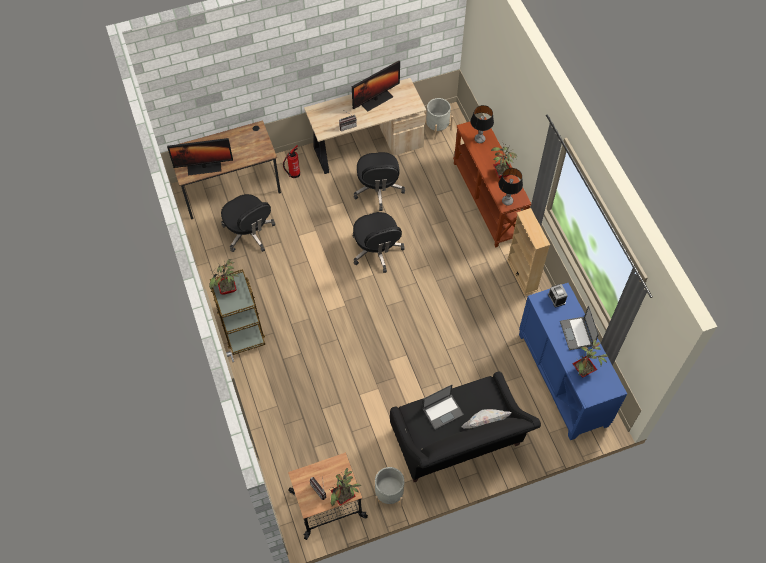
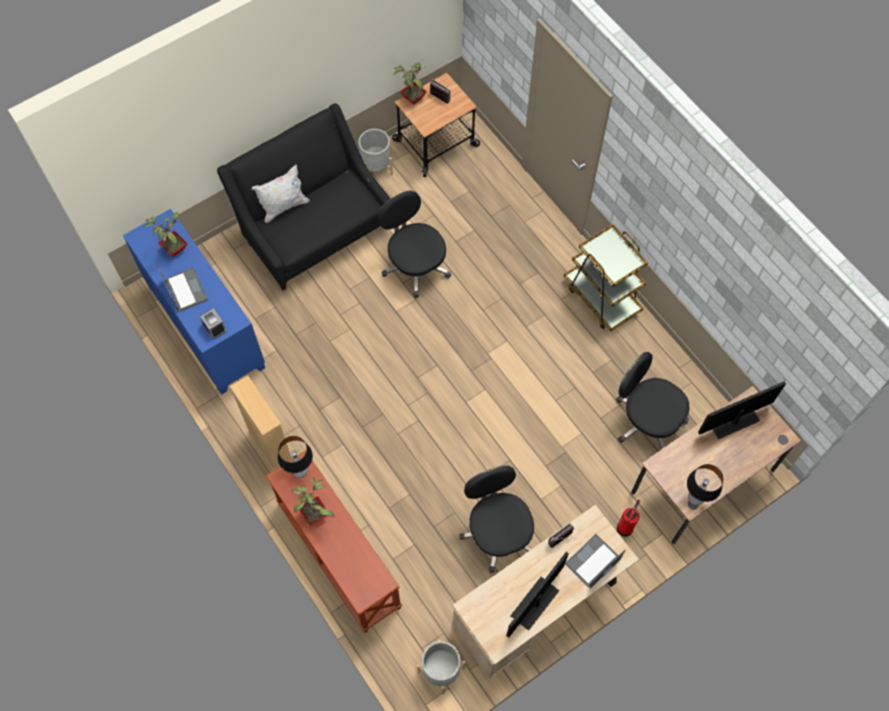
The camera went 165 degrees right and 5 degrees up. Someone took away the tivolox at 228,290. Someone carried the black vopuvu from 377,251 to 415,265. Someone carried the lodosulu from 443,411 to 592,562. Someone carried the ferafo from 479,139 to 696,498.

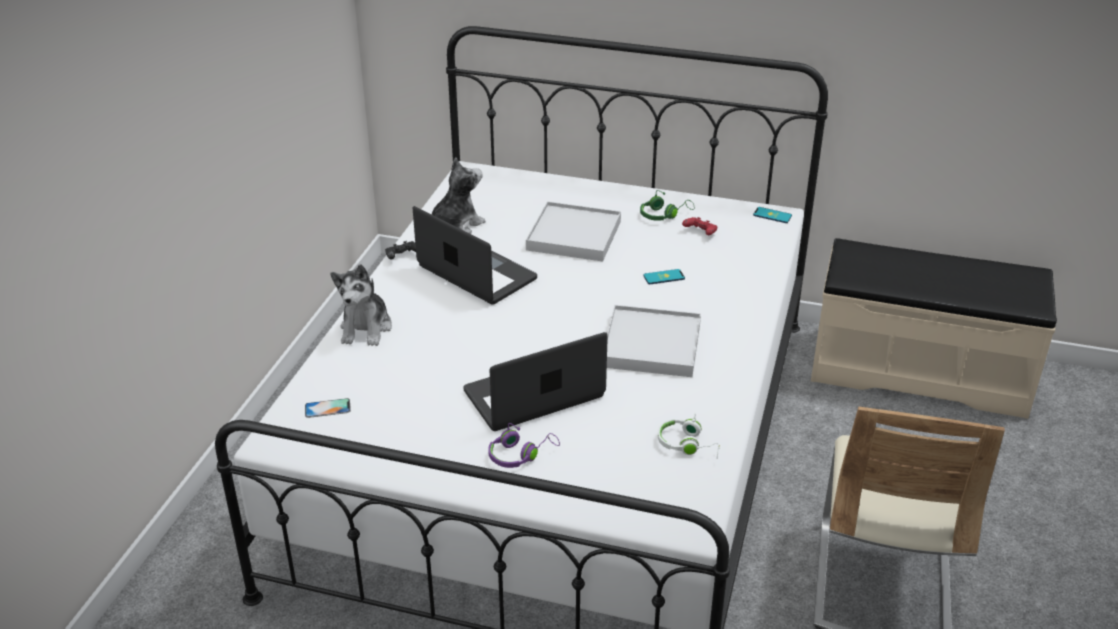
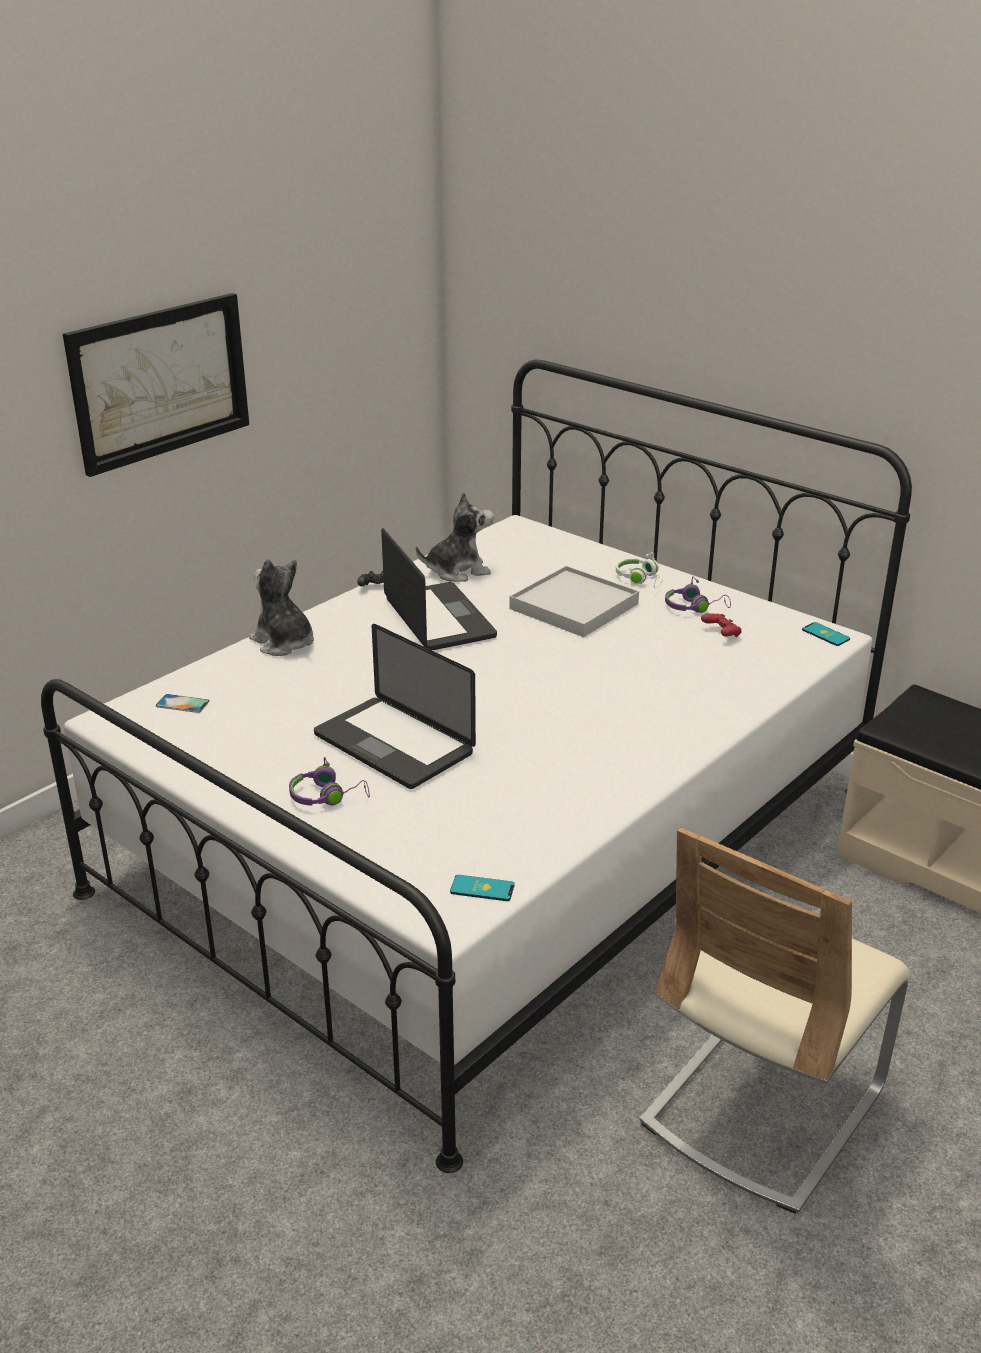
The camera went 25 degrees right and 5 degrees down. Someone rotated the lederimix at 366,328 by 105 degrees clockwise. Someone rotated the lodosulu at 534,394 by 135 degrees counterclockwise. Someone took away the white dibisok at 651,345. Someone repainted the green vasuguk at 663,214, which became the purple vasuguk at 694,607. Someone carried the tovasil from 664,277 to 482,889. Someone carried the white vasuguk from 688,445 to 641,579. Someone put up the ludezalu at 160,381.

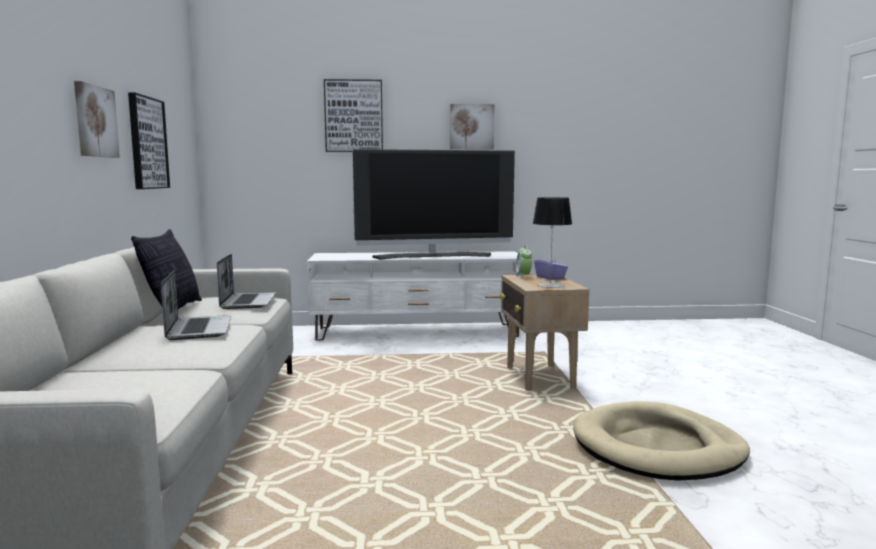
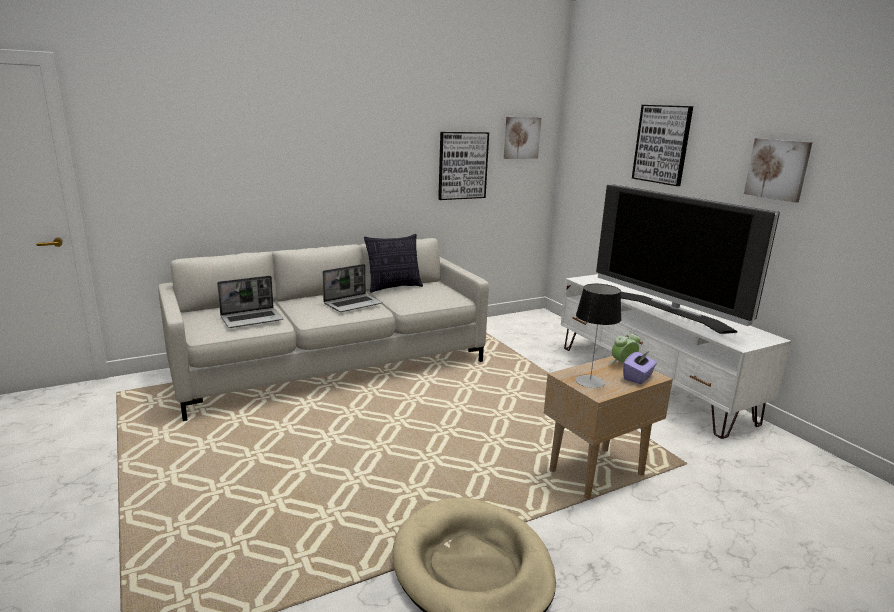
The camera went 65 degrees right and 10 degrees up. Someone carried the ludezalu from 95,121 to 521,137. Someone carried the lodosulu from 248,302 to 252,319.

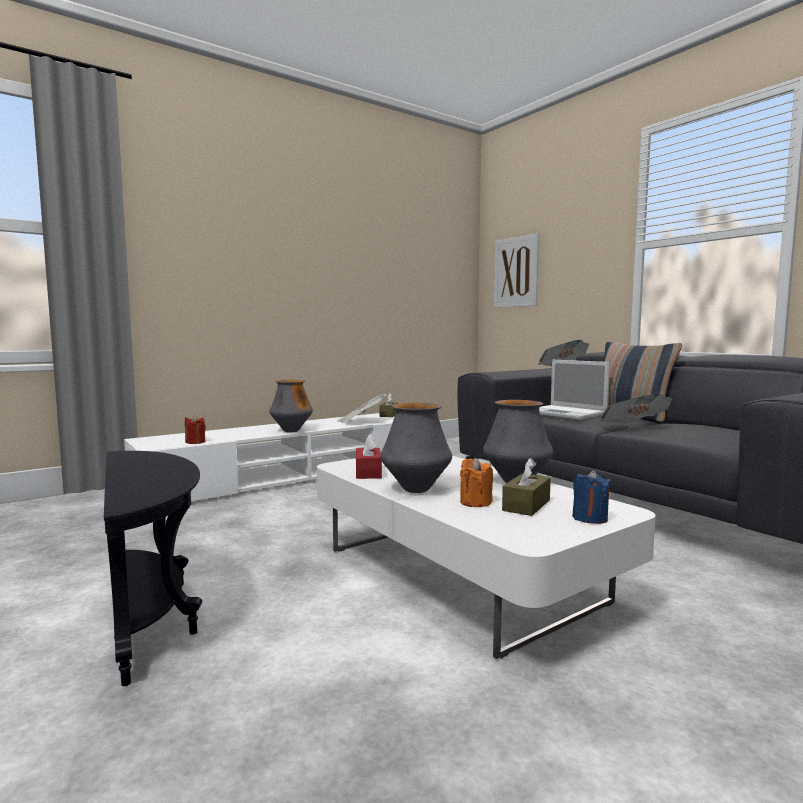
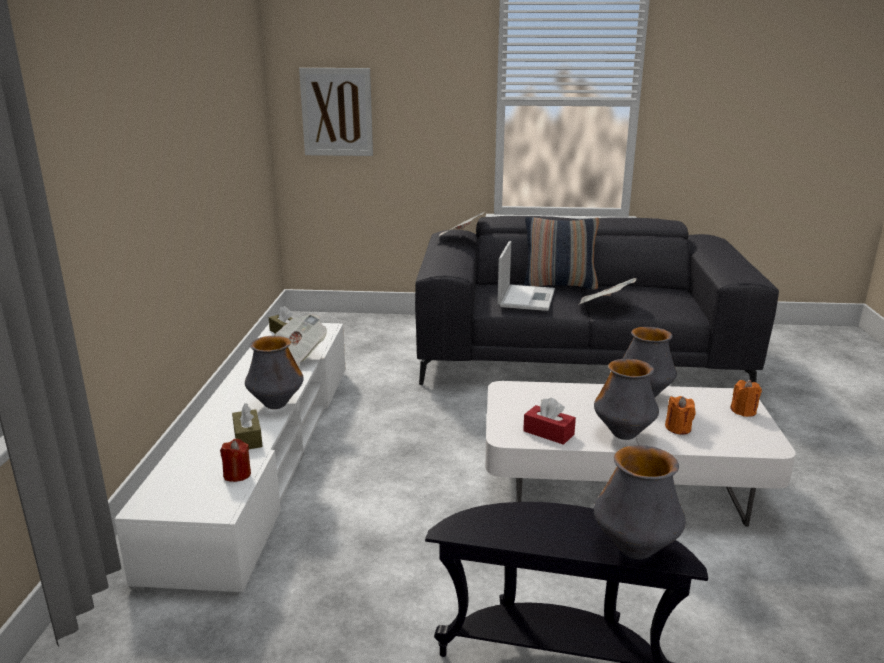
The camera went 50 degrees left and 15 degrees up. Someone carried the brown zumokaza from 526,505 to 248,438. Someone rotated the lodosulu at 566,413 by 75 degrees counterclockwise. Someone repainted the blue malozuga at 589,518, which became the orange malozuga at 743,411. Someone put down the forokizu at 634,550.

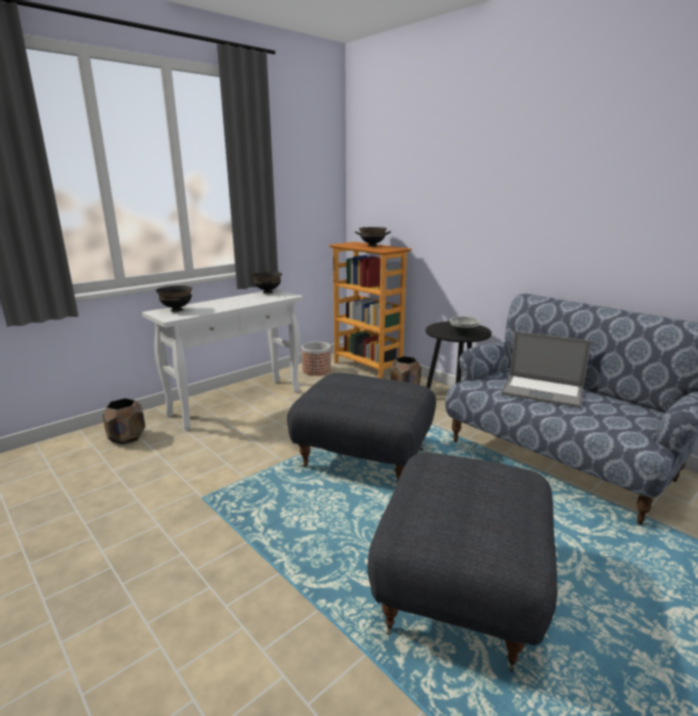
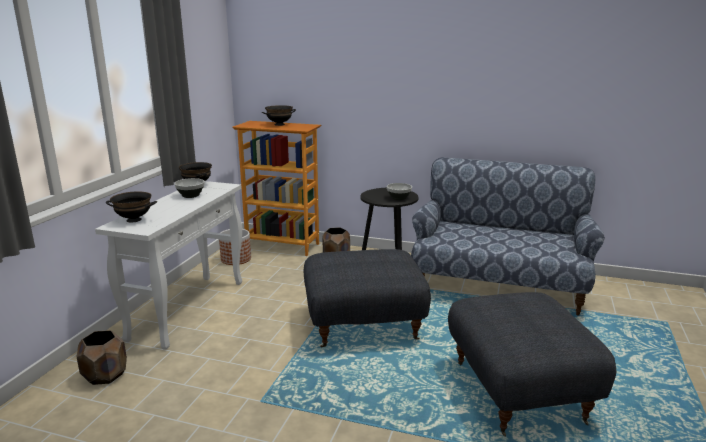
The camera went 30 degrees left and 0 degrees up. Someone took away the lodosulu at 542,391. Someone put down the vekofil at 191,195.

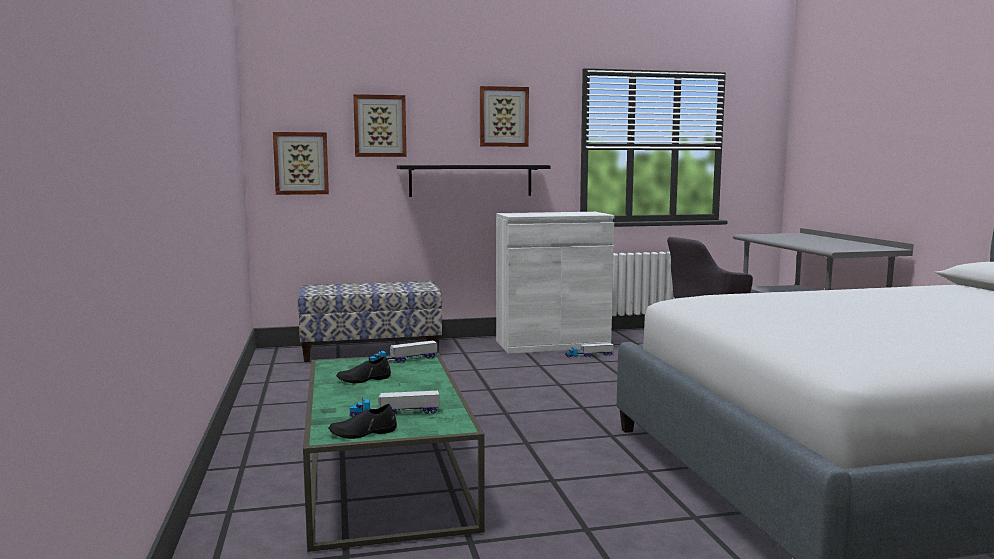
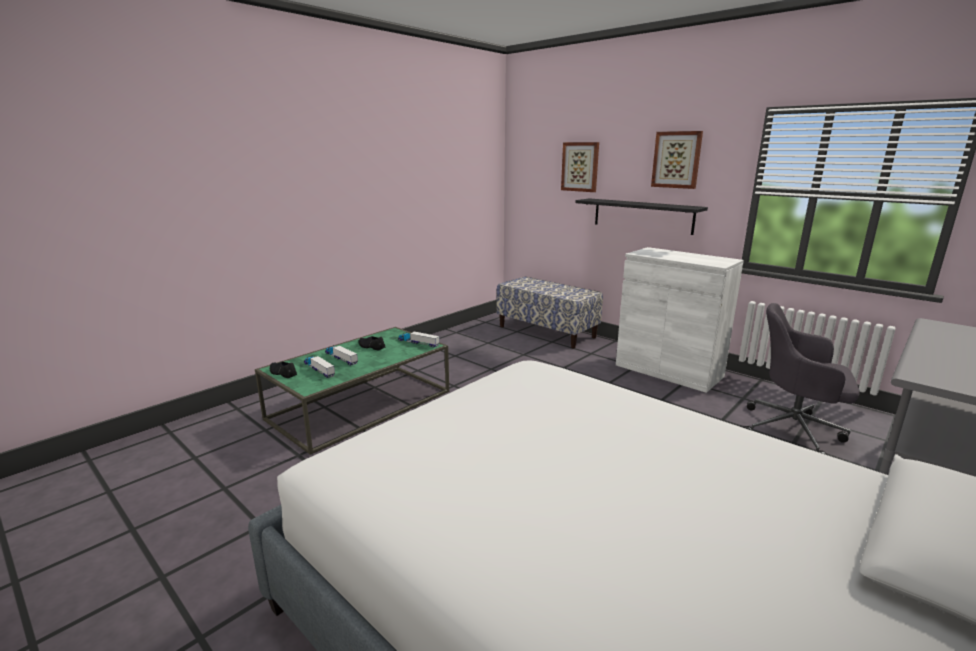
The camera went 55 degrees right and 10 degrees up. Someone took away the ludezalu at 301,163. Someone carried the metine from 589,355 to 341,358.

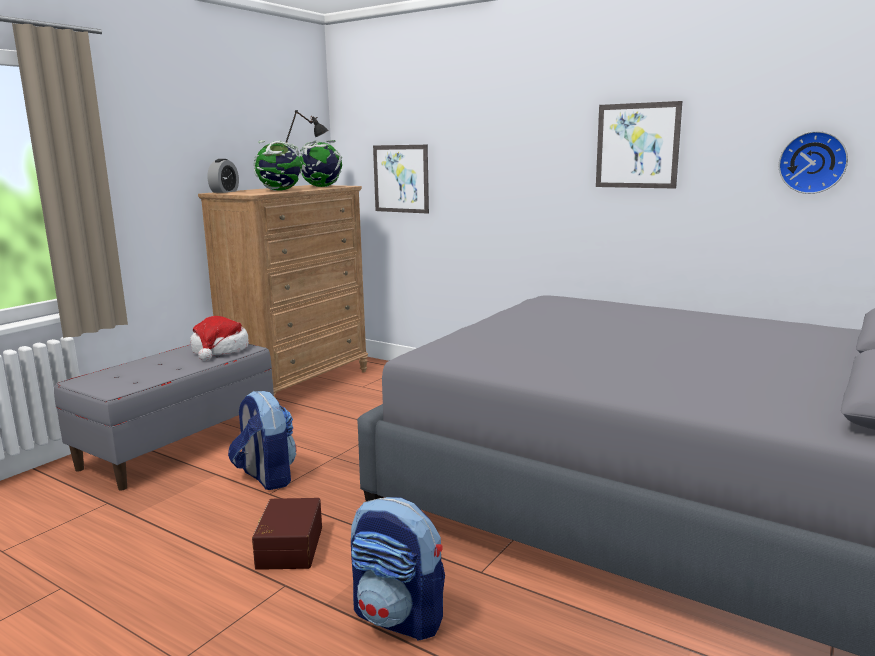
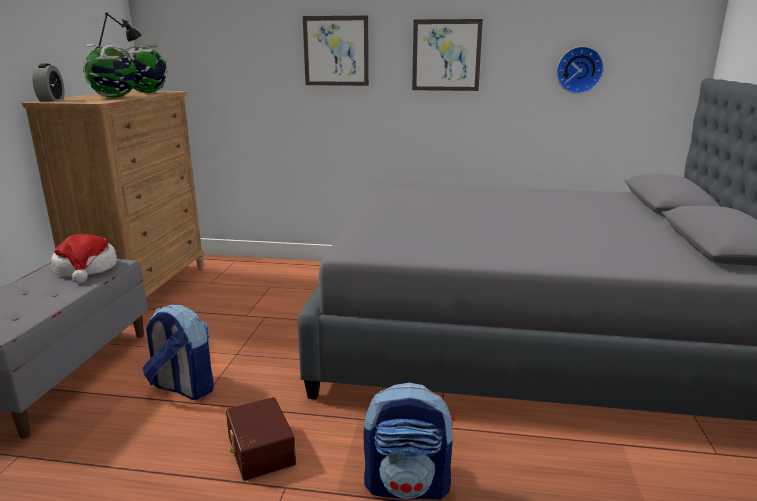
The camera went 25 degrees left and 5 degrees up. Someone carried the ludezalu from 401,179 to 336,51.

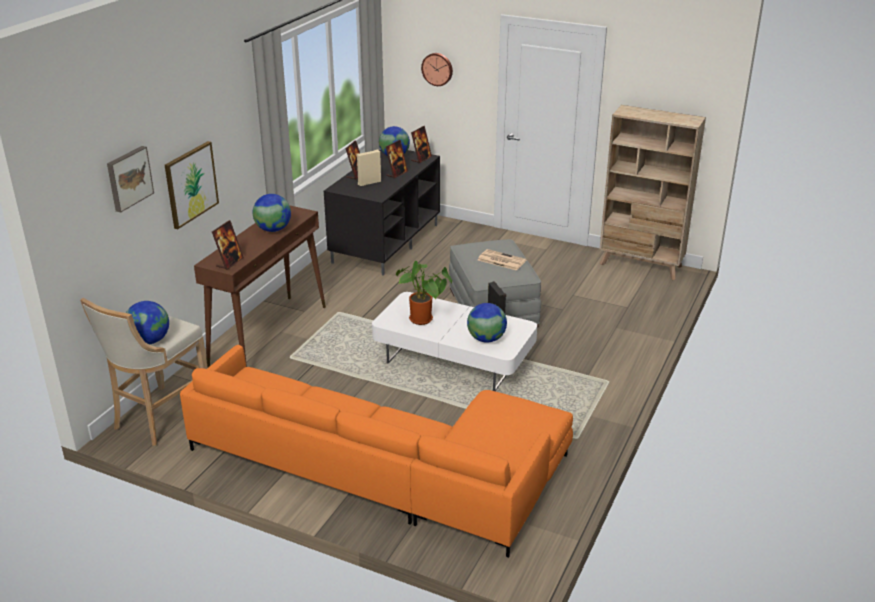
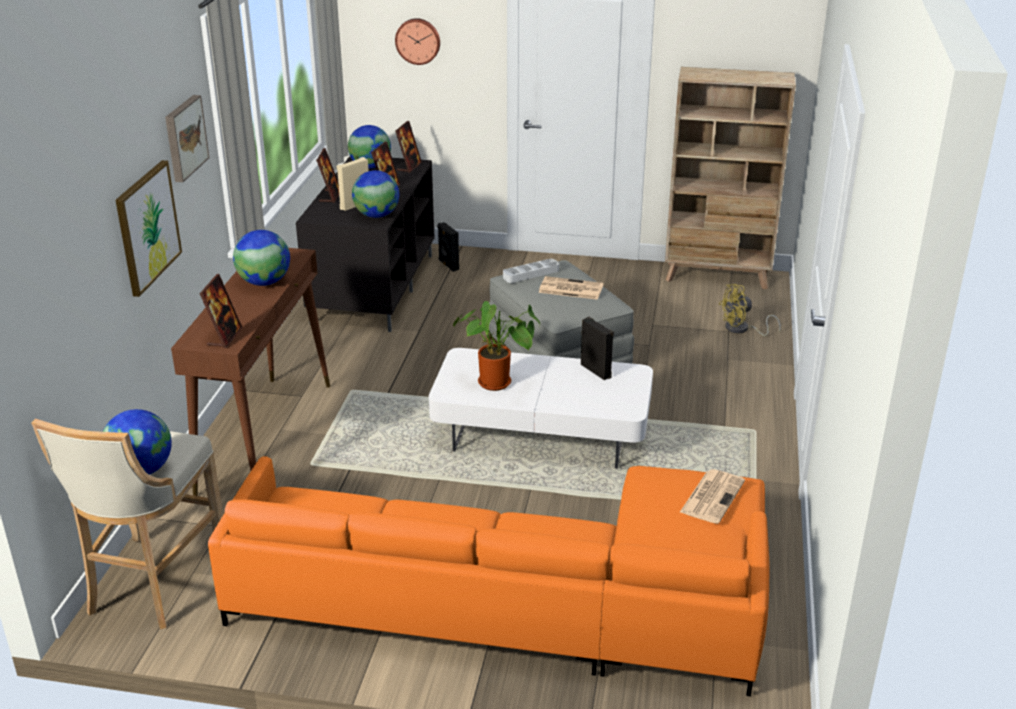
The camera went 15 degrees left and 0 degrees up. Someone carried the ludezalu from 128,178 to 184,137. Someone carried the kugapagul from 486,339 to 377,215. Someone put down the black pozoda at 448,265. Someone put down the grey dibisok at 531,274. Someone put down the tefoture at 712,496. Someone put down the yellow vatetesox at 742,329.

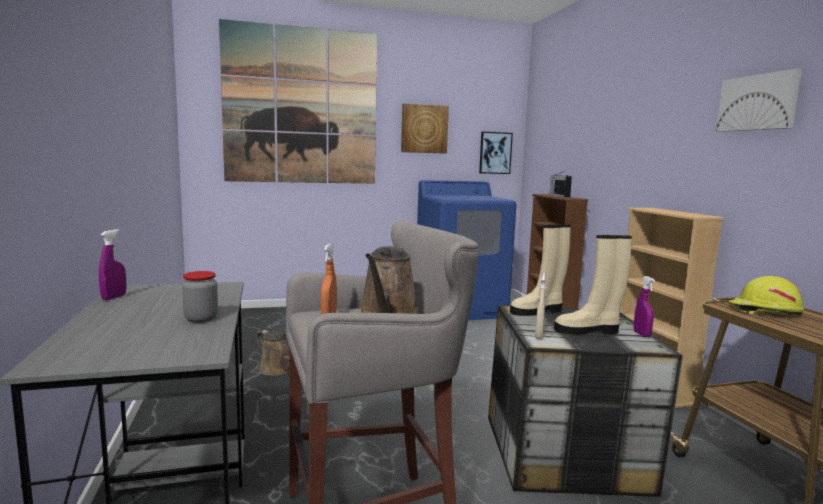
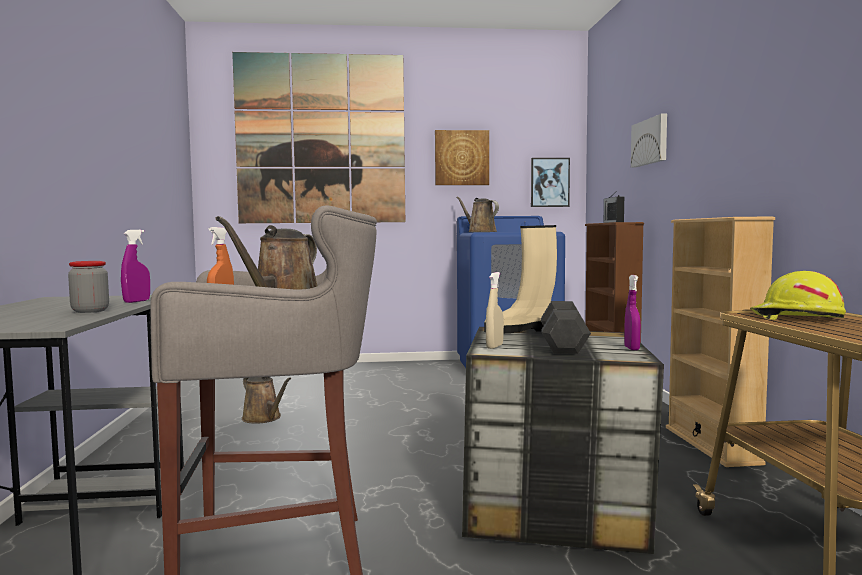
The camera went 10 degrees right and 5 degrees down. Someone carried the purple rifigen from 114,297 to 137,301. Someone swapped the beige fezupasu at 588,330 for the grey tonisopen at 563,344. Someone carried the ludezalu from 758,103 to 651,142. Someone put down the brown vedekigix at 480,232.

